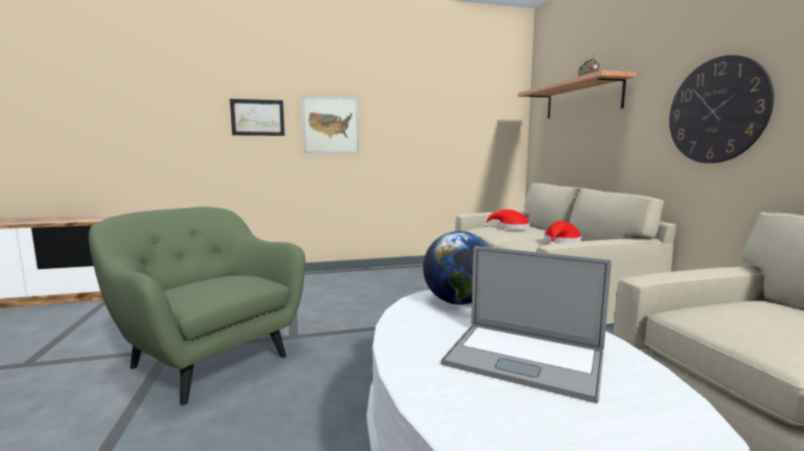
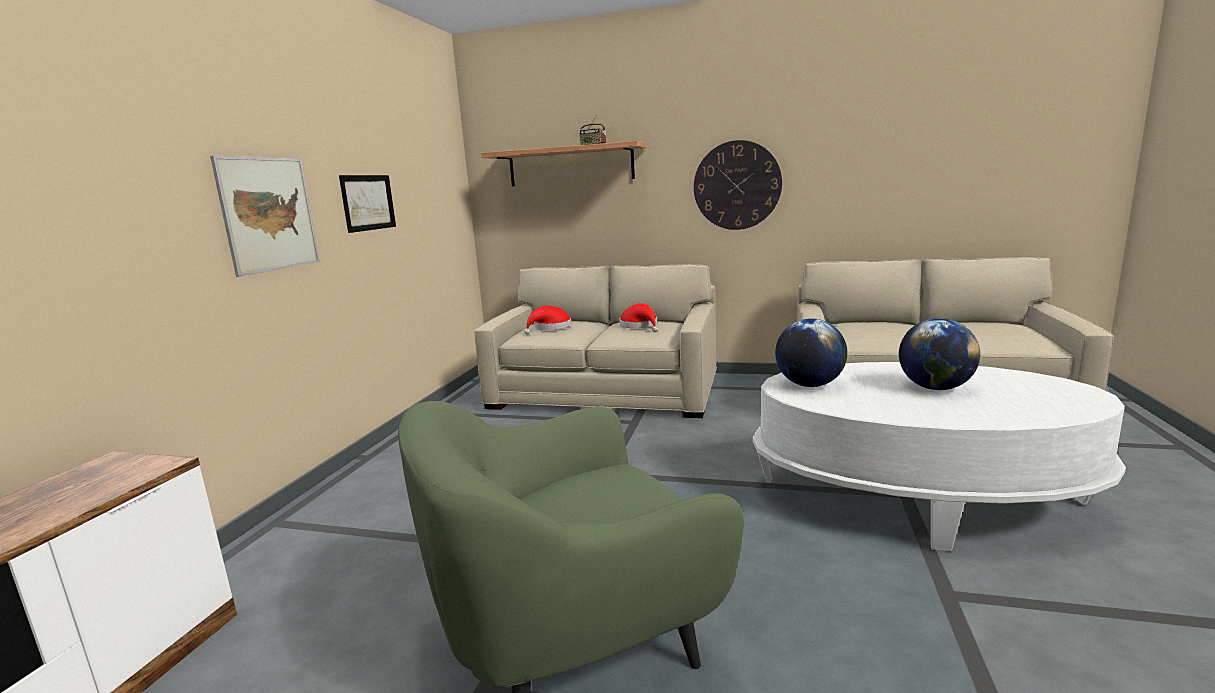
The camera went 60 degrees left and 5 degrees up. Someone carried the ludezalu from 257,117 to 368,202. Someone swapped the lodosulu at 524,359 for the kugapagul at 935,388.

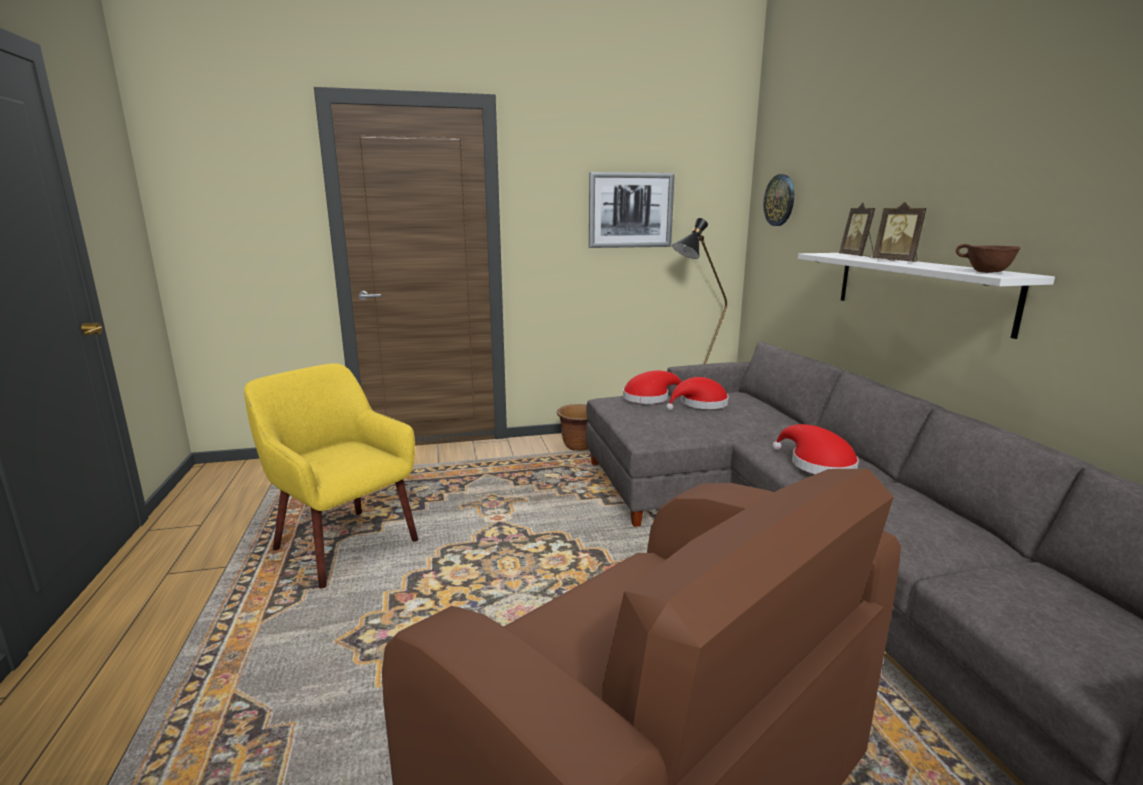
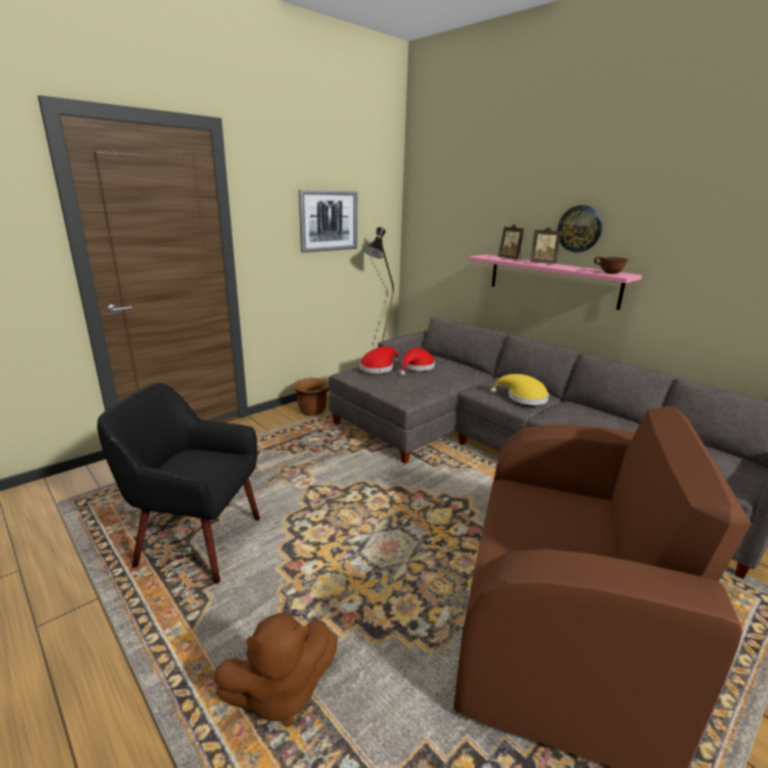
The camera went 30 degrees left and 5 degrees up. Someone repainted the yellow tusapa at 343,545, which became the black tusapa at 198,542. Someone carried the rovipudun from 780,200 to 579,229. Someone repainted the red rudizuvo at 817,464, which became the yellow rudizuvo at 523,398. Someone repainted the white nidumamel at 918,289, which became the pink nidumamel at 552,280. Someone put down the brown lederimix at 280,693.

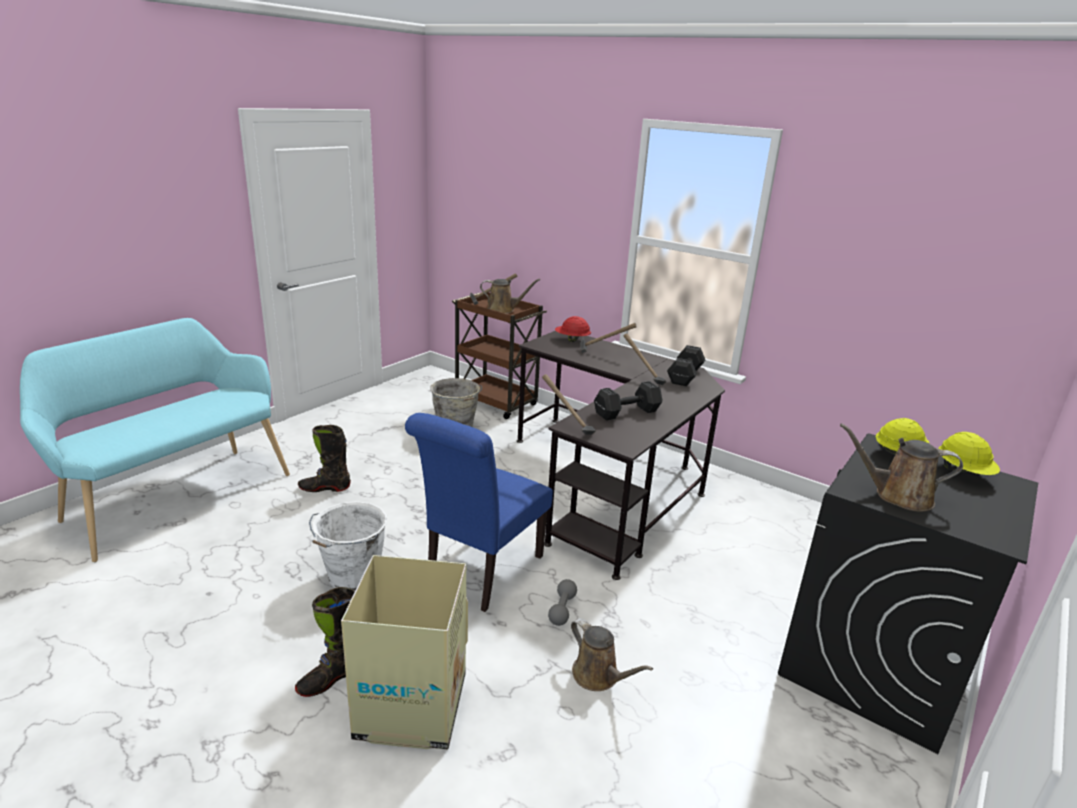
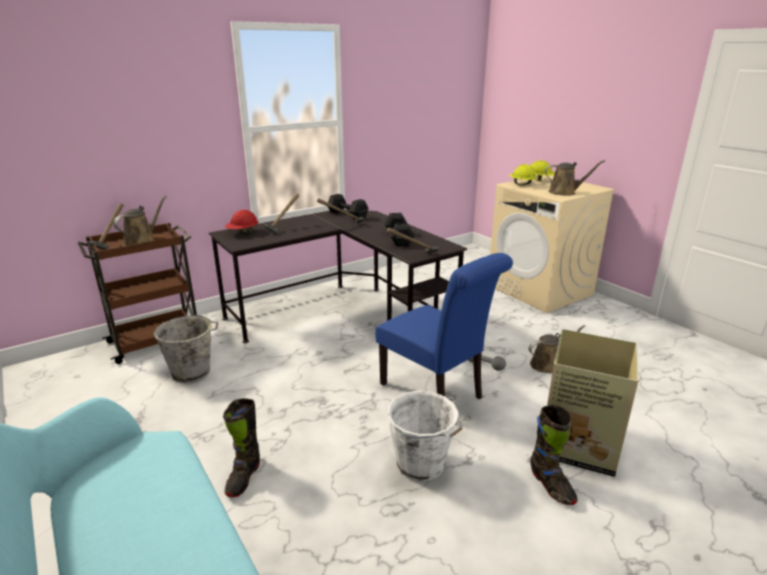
The camera went 70 degrees left and 0 degrees up. Someone repainted the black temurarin at 872,665, which became the beige temurarin at 540,290. Someone rotated the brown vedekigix at 897,496 by 120 degrees counterclockwise.

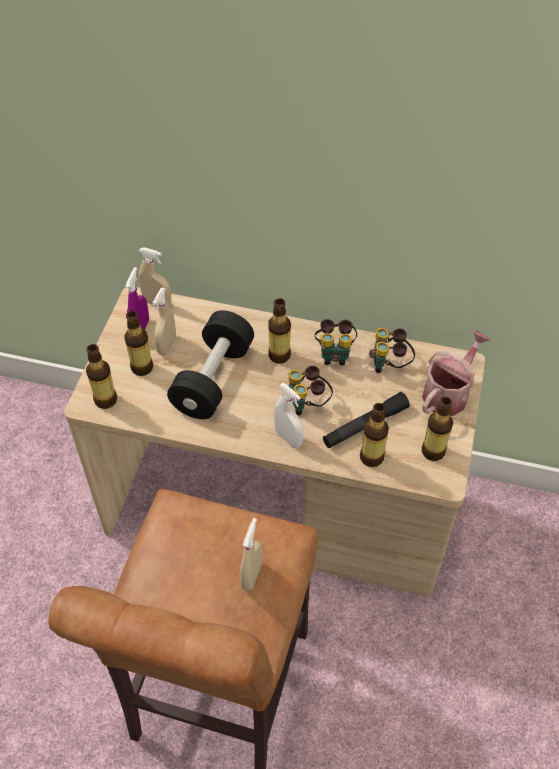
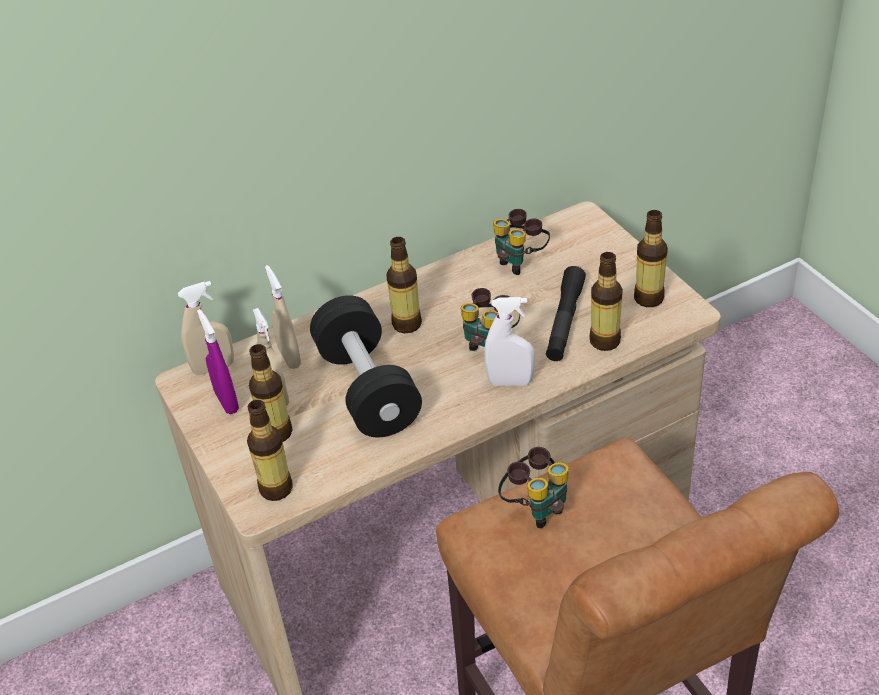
The camera went 40 degrees left and 10 degrees down. Someone carried the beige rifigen from 252,575 to 289,357. Someone carried the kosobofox from 334,354 to 536,508. Someone took away the vedekigix at 448,392.

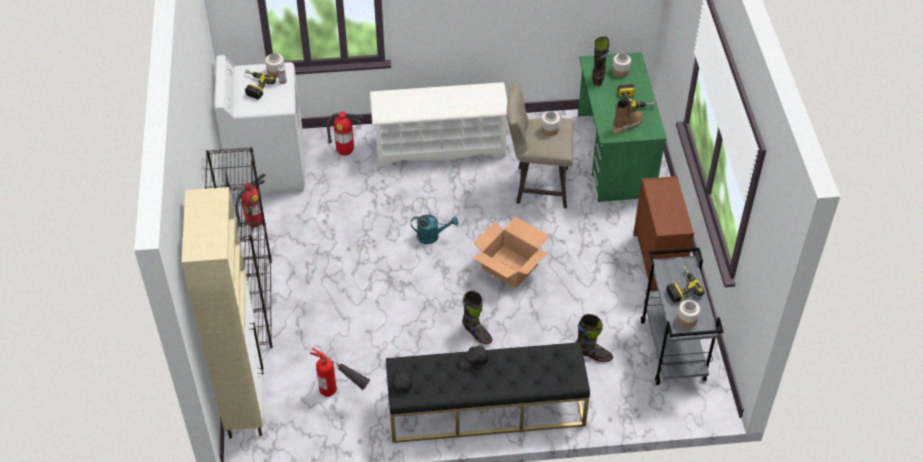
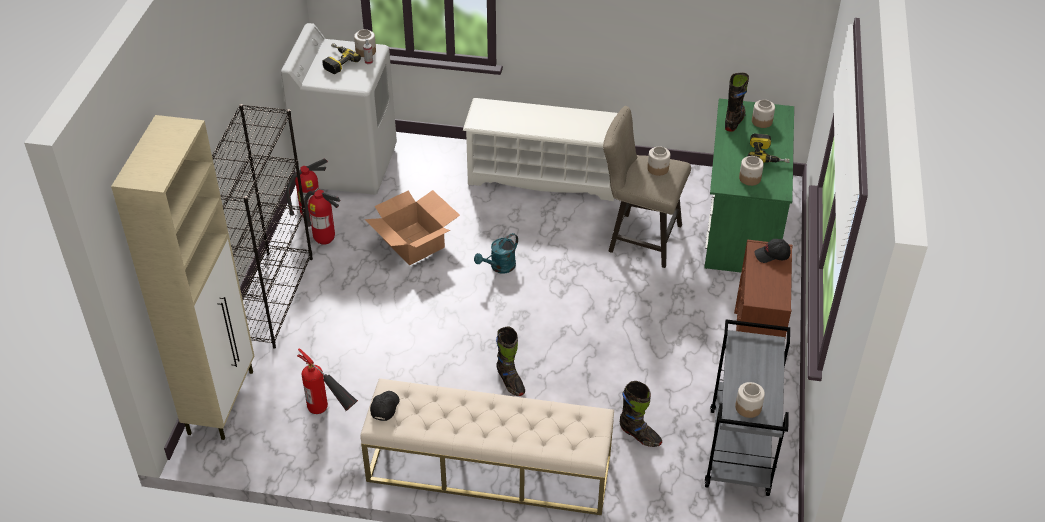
The camera went 15 degrees right and 5 degrees down. Someone carried the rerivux from 345,152 to 325,241. Someone repainted the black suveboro at 485,409, which became the beige suveboro at 488,468. Someone rotated the turquoise vedekigix at 432,236 by 120 degrees clockwise. Someone carried the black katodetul from 473,361 to 772,255. Someone carried the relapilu from 509,266 to 414,243. Someone swapped the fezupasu at 627,125 for the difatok at 749,178. Someone took away the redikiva at 681,287.

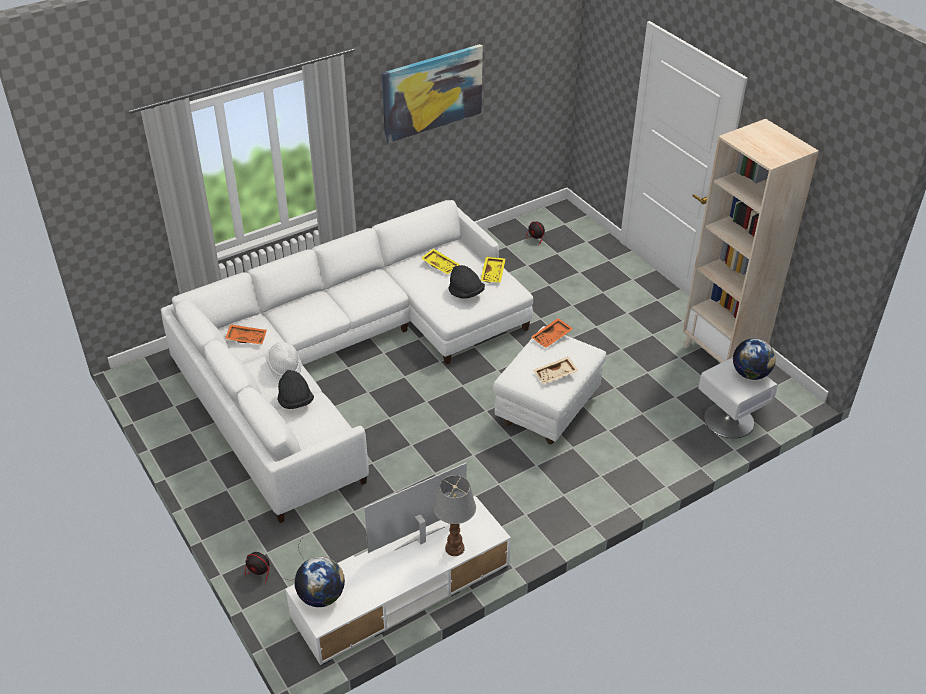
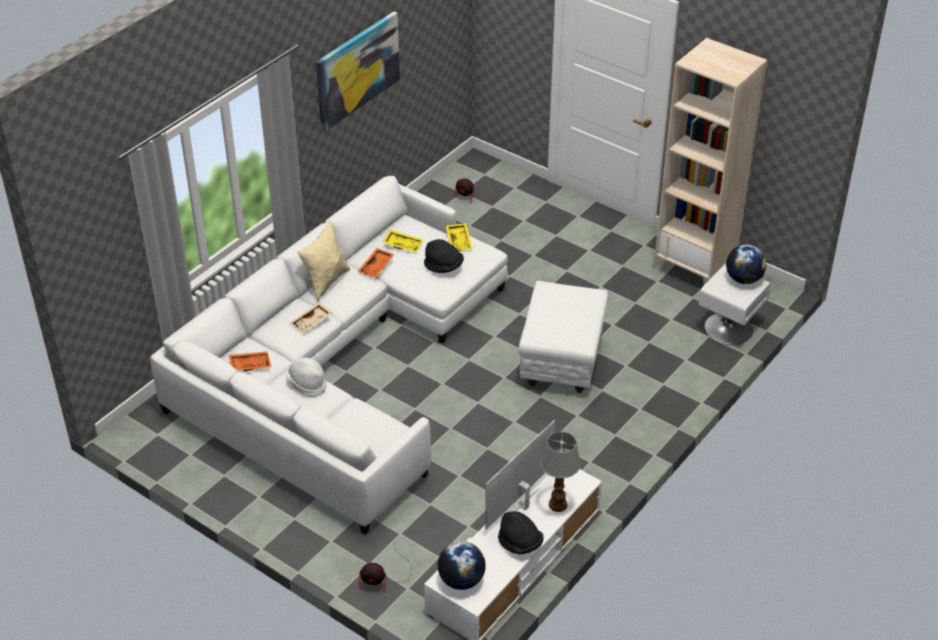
The camera went 20 degrees left and 0 degrees up. Someone carried the black rudizuvo from 295,402 to 520,543. Someone carried the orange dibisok from 552,337 to 377,267. Someone carried the beige dibisok from 555,375 to 311,322. Someone put down the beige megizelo at 326,282.

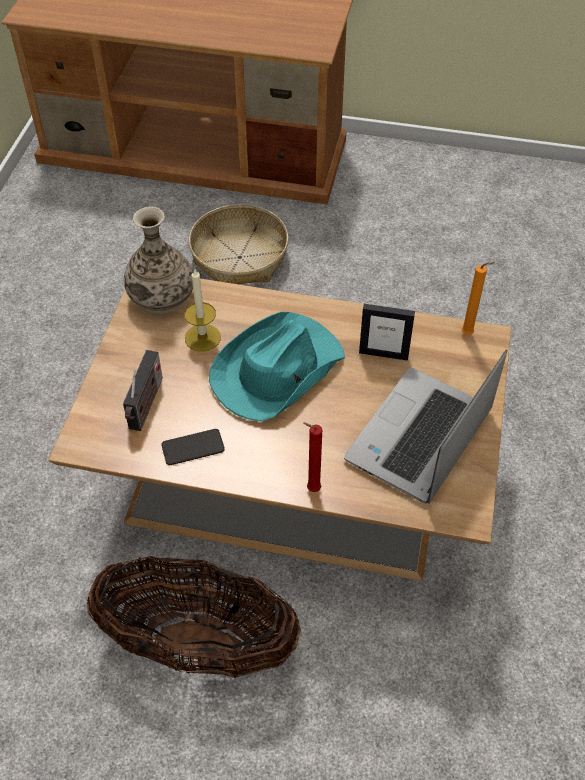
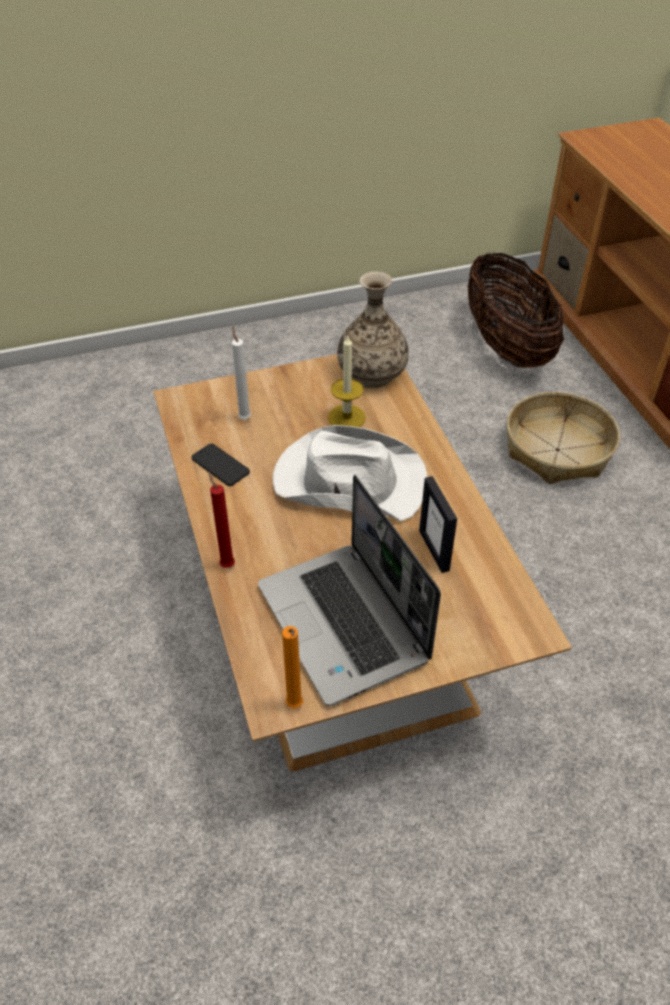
The camera went 60 degrees right and 5 degrees down. Someone carried the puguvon from 198,644 to 506,346. Someone swapped the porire at 146,406 for the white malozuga at 244,418. Someone repainted the turquoise rudizuvo at 276,370, which became the white rudizuvo at 348,480. Someone rotated the lodosulu at 420,438 by 120 degrees counterclockwise. Someone carried the orange malozuga from 469,334 to 295,707.

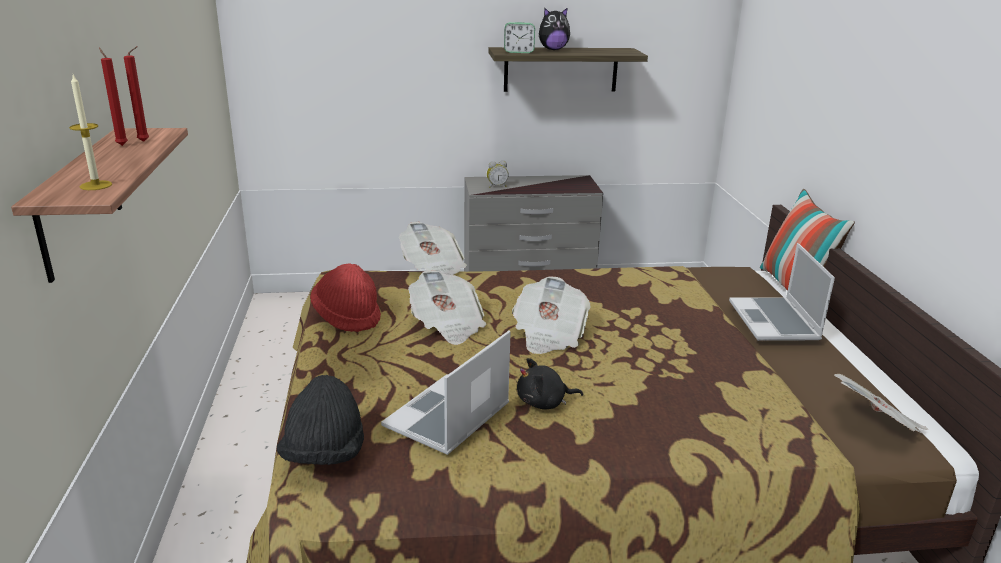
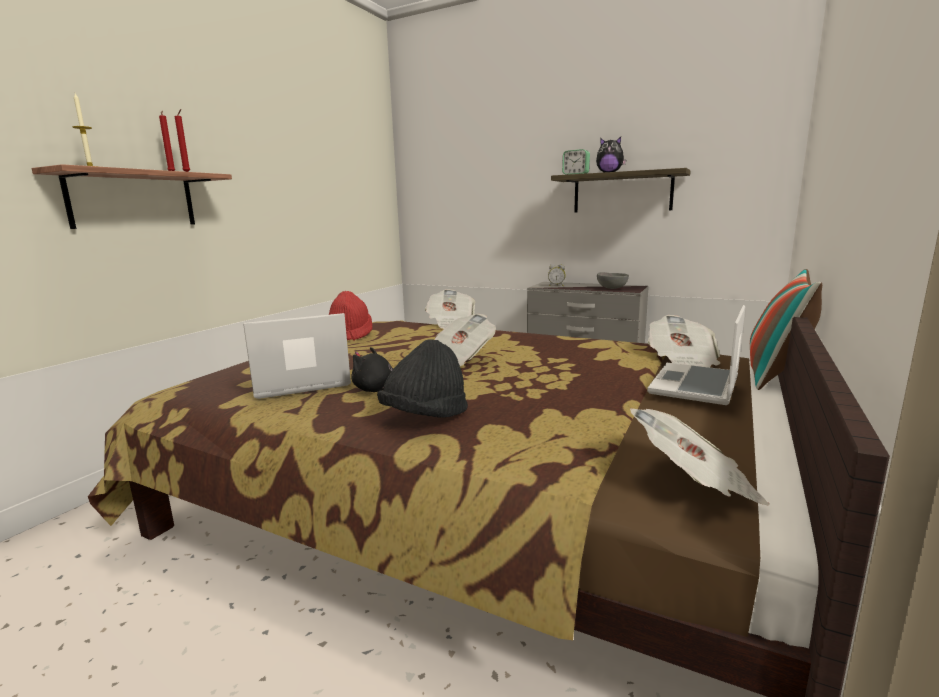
The camera went 35 degrees right and 10 degrees down. Someone carried the black rudizuvo from 324,455 to 425,416. Someone carried the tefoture from 447,325 to 681,362. Someone put down the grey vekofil at 611,288.

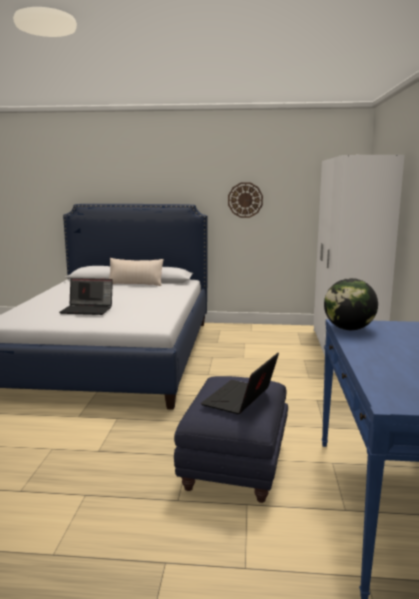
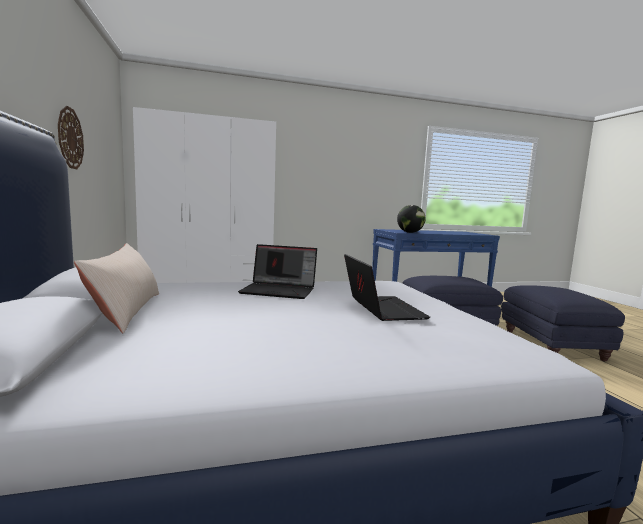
The camera went 110 degrees left and 5 degrees down. Someone carried the lodosulu from 240,399 to 280,290. Someone put down the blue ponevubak at 550,344.

